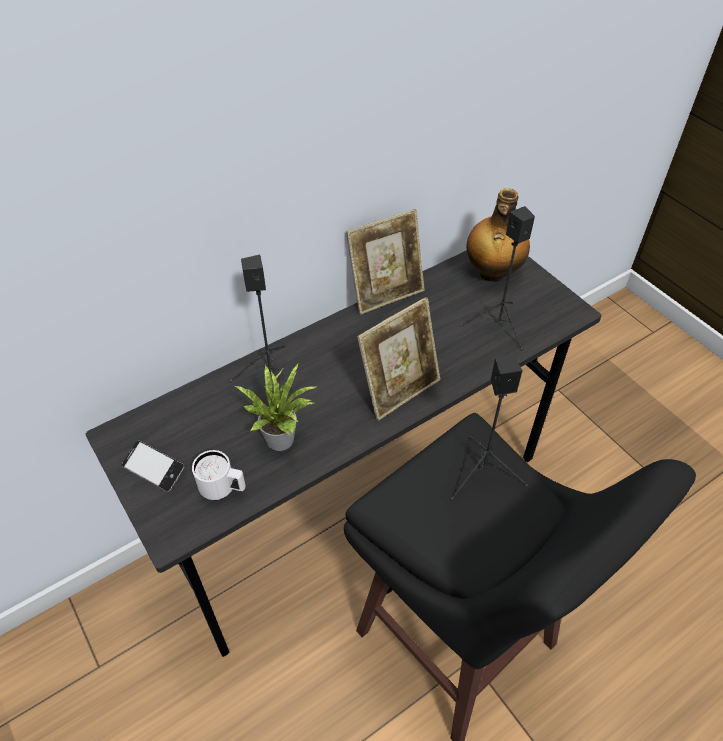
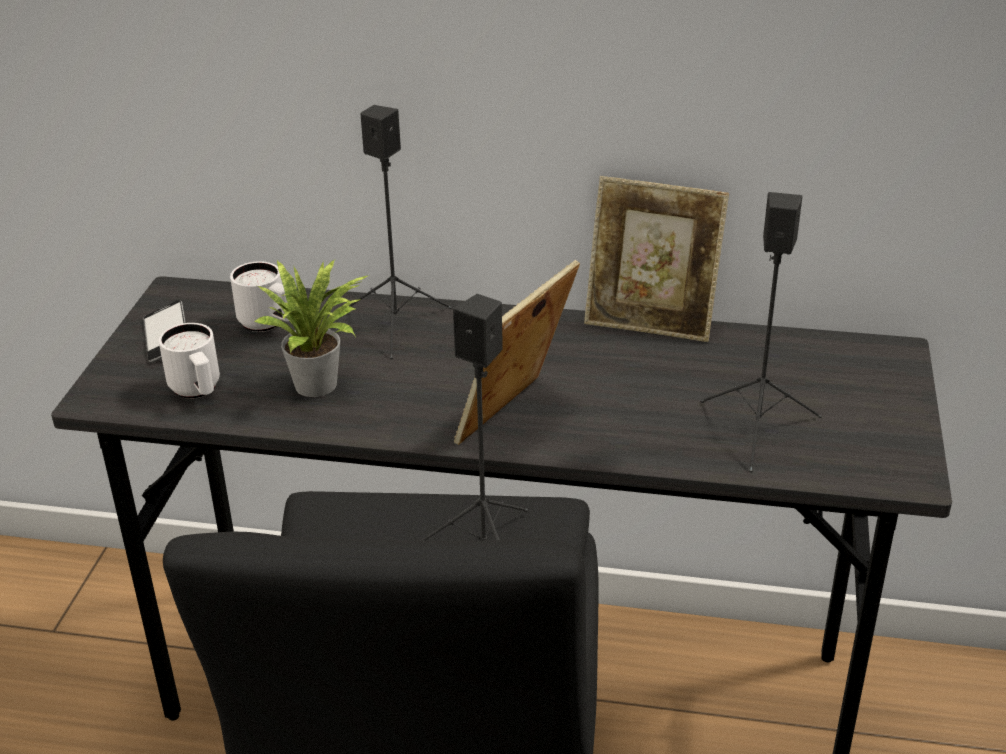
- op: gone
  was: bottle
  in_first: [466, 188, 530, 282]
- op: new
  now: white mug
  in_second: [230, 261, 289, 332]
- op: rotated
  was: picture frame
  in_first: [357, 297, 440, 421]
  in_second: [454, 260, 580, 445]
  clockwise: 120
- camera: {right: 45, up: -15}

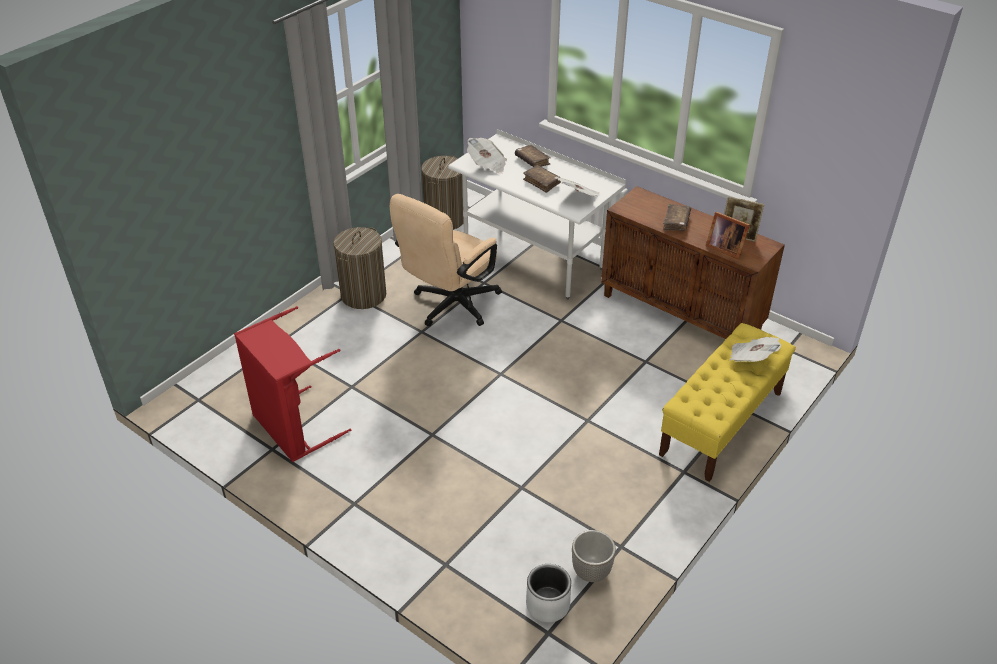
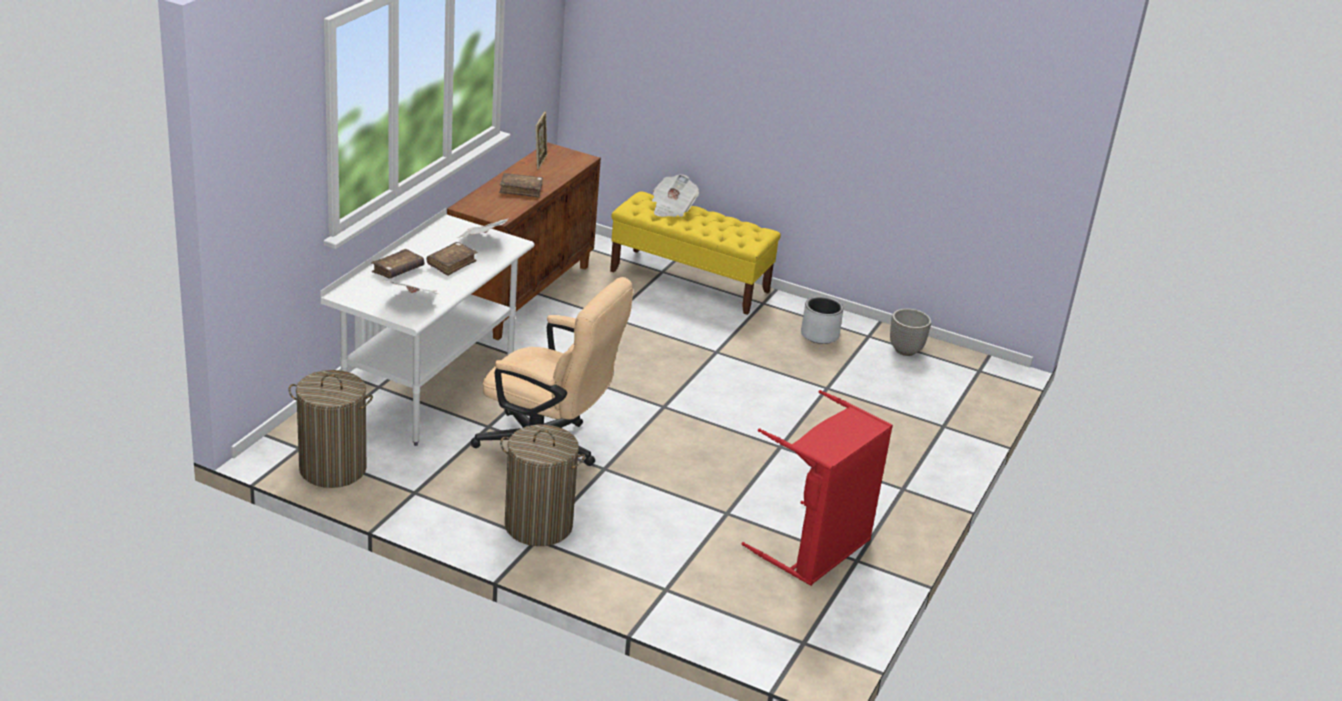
- op: gone
  was: picture frame
  in_first: [706, 212, 750, 259]
- op: shifted
  was: grey planter
  in_first: [526, 564, 571, 622]
  in_second: [801, 296, 844, 344]
- camera: {right: -105, up: -10}

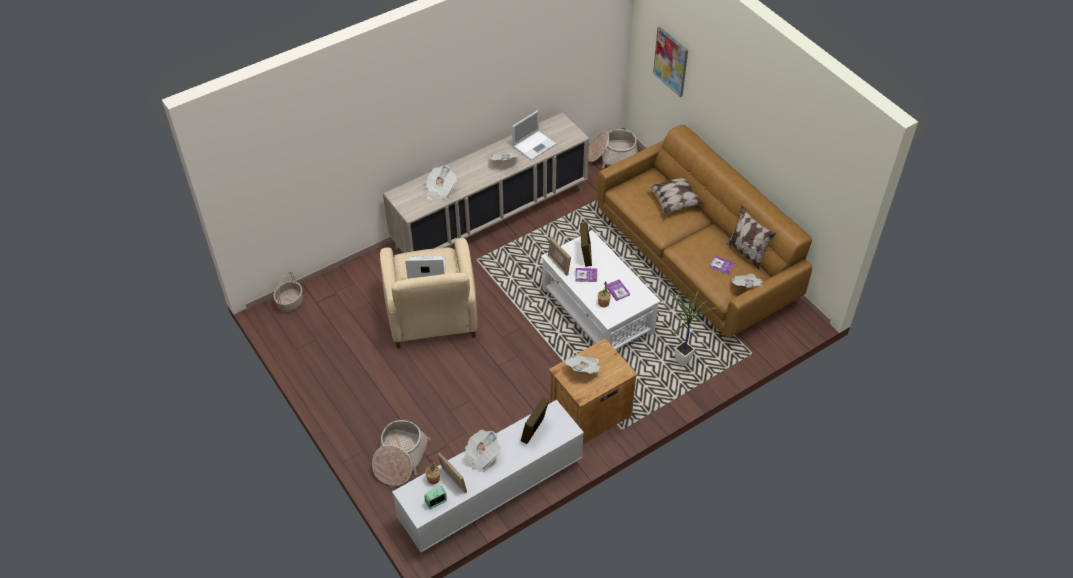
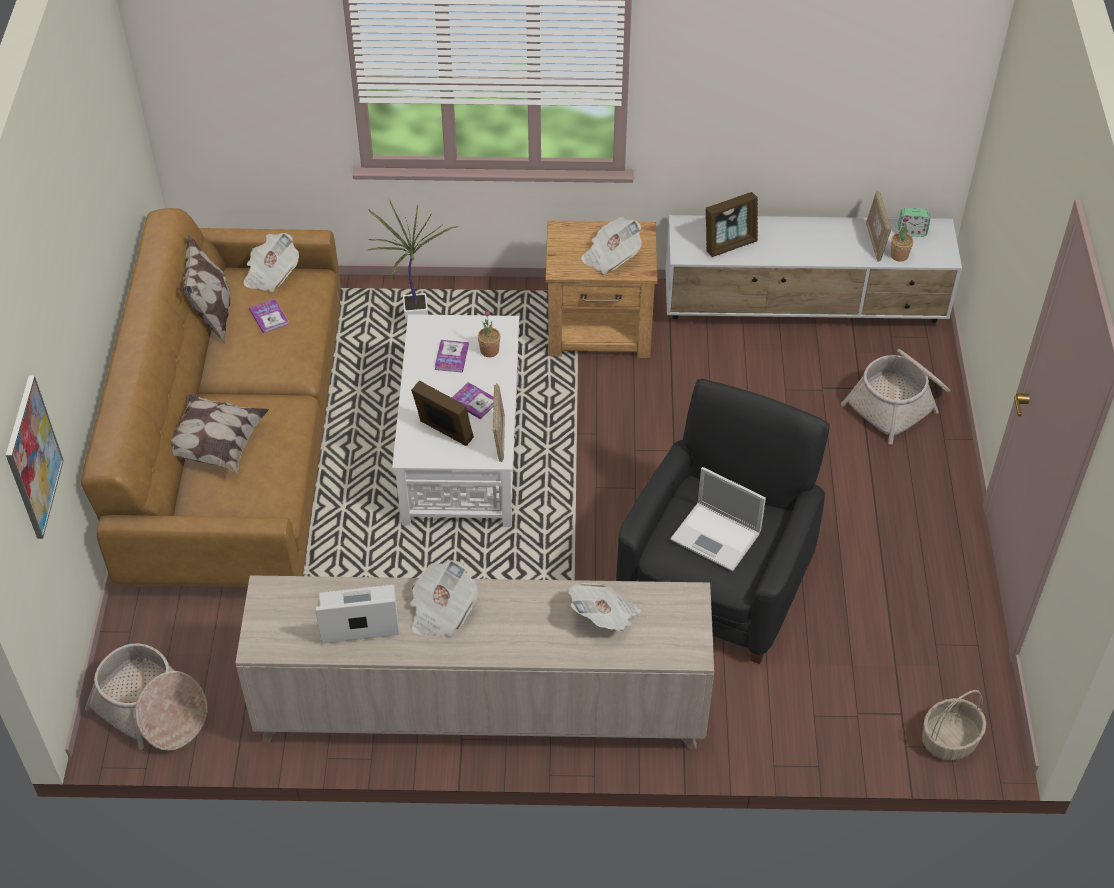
- op: gone
  was: newspaper
  in_first: [461, 430, 500, 472]
- op: repainted
  was: beige armchair
  now: black armchair
  in_first: [380, 238, 478, 348]
  in_second: [616, 379, 830, 664]
- op: rotated
  was: picture frame
  in_first: [580, 222, 592, 267]
  in_second: [411, 381, 474, 446]
  clockwise: 90
- camera: {right: -145, up: 0}

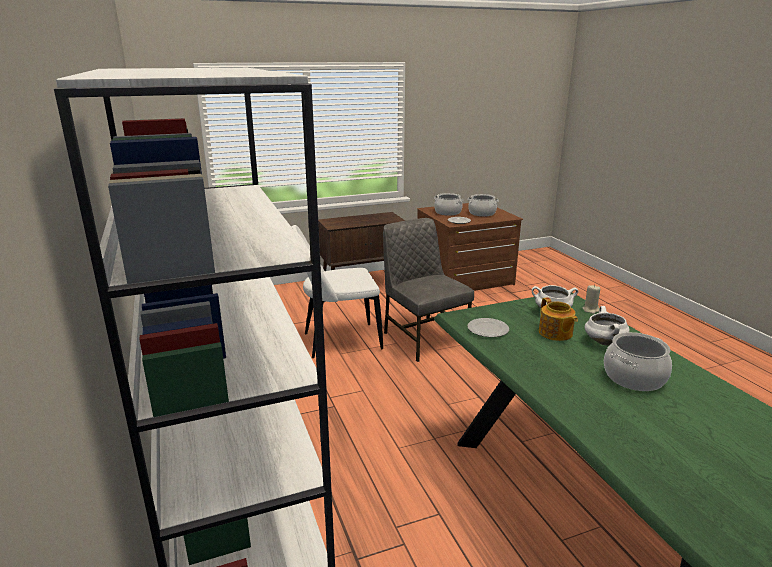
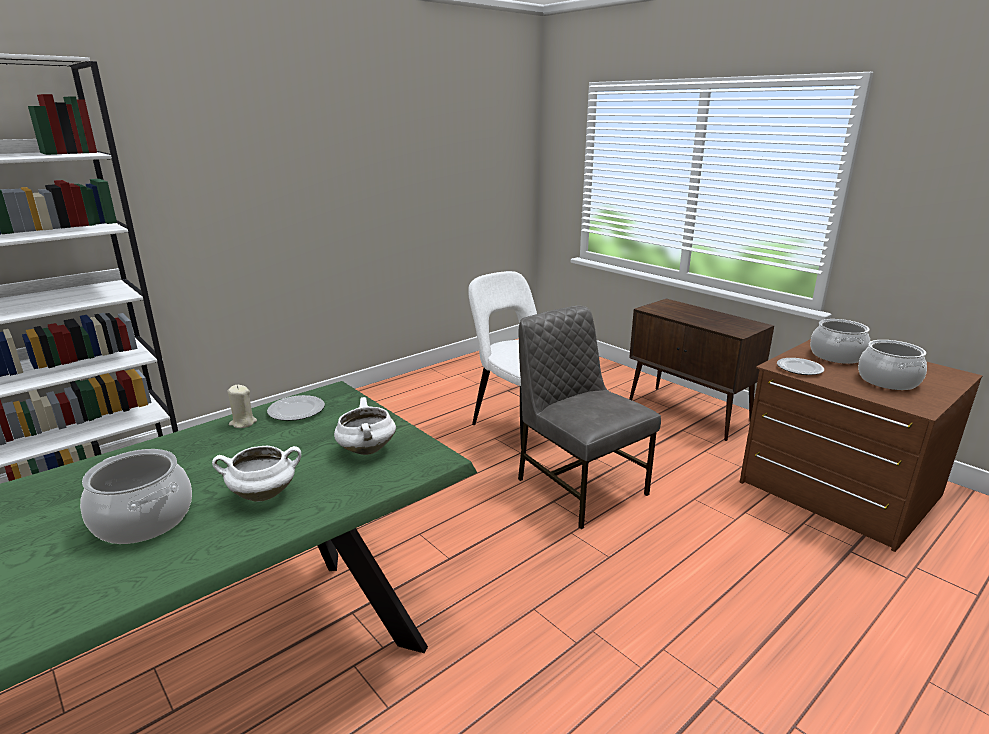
- op: gone
  was: teapot
  in_first: [539, 297, 578, 341]
- op: shifted
  was: beige candle
  in_first: [582, 285, 600, 314]
  in_second: [228, 385, 257, 428]
- op: rotated
  was: grey chair
  in_first: [383, 218, 474, 362]
  in_second: [518, 306, 661, 529]
  clockwise: -75
- camera: {right: 70, up: 0}

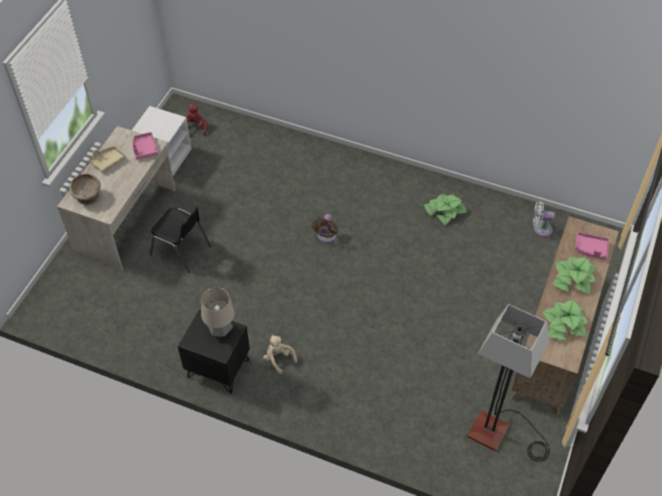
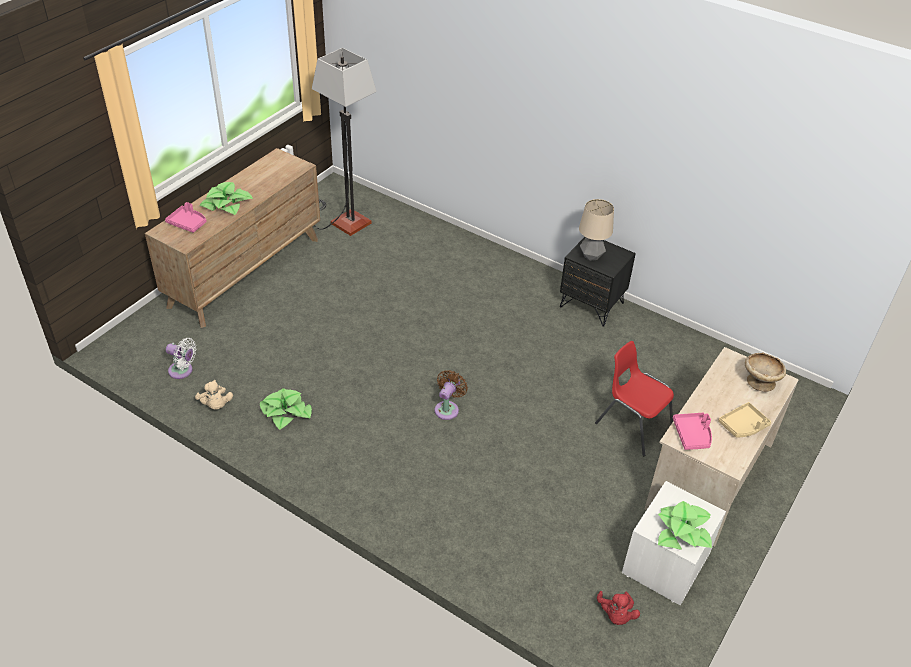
- op: shifted
  was: beige plush toy
  in_first: [263, 335, 297, 374]
  in_second: [195, 380, 233, 410]
- op: shifted
  was: potted plant
  in_first: [542, 300, 588, 340]
  in_second: [658, 501, 712, 550]
- op: repainted
  was: black chair
  now: red chair
  in_first: [150, 207, 211, 273]
  in_second: [595, 341, 674, 456]
- camera: {right: -170, up: -10}

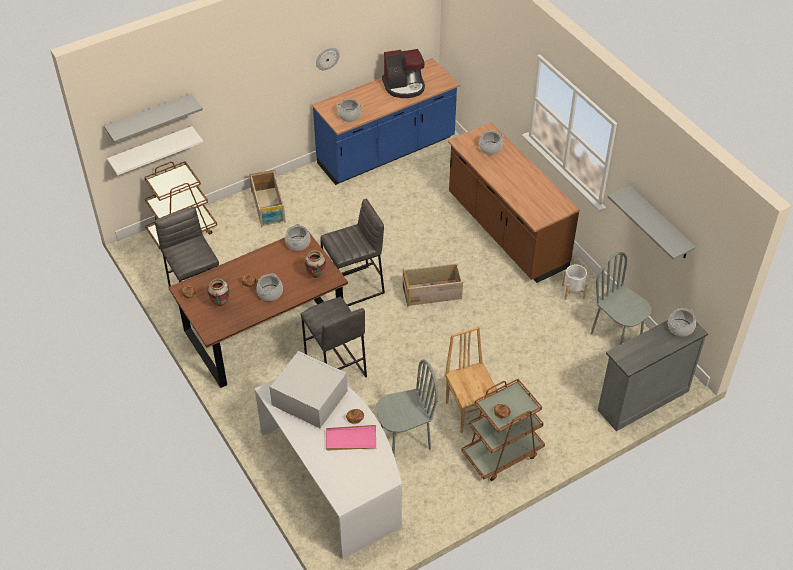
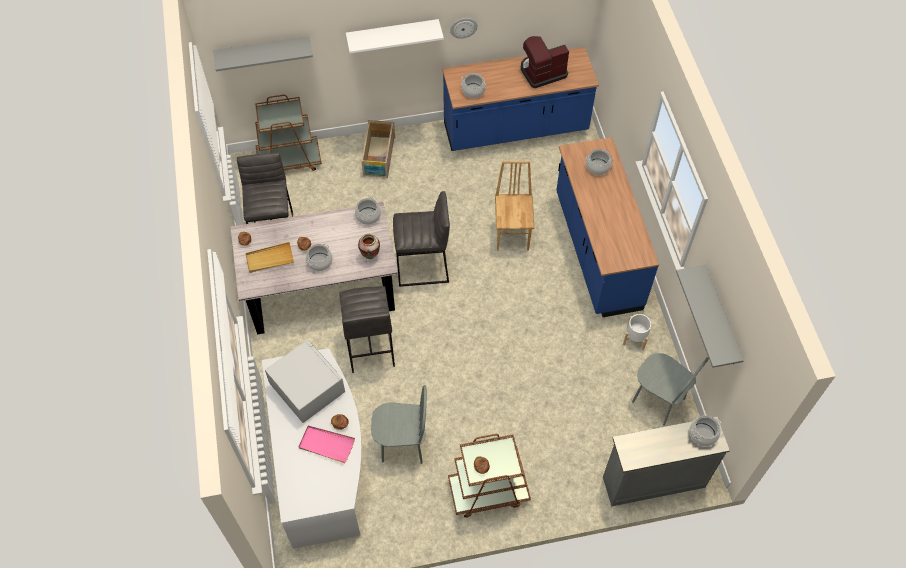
- op: gone
  was: crate
  in_first: [403, 263, 463, 307]
- op: shifted
  was: white shelf
  in_first: [107, 126, 203, 175]
  in_second: [346, 19, 444, 53]
- op: shifted
  was: brown chair
  in_first: [444, 327, 497, 433]
  in_second: [495, 161, 534, 251]
- op: swapped
  was: vase
  now: beige tray
  in_first: [207, 279, 229, 306]
  in_second: [246, 242, 294, 273]
- op: repainted
  was: brown dining table
  now: grey dining table
  in_first: [168, 231, 348, 388]
  in_second: [231, 202, 398, 335]
- op: repainted
  was: brown counter
  now: blue counter
  in_first: [448, 122, 580, 283]
  in_second: [556, 137, 659, 317]
- op: rotated
  was: coffee machine
  in_first: [382, 49, 425, 98]
  in_second: [521, 36, 569, 88]
  clockwise: 150
- op: rotated
  was: grey chair
  in_first: [591, 252, 652, 345]
  in_second: [632, 353, 709, 426]
  clockwise: 150
- camera: {right: 20, up: 10}

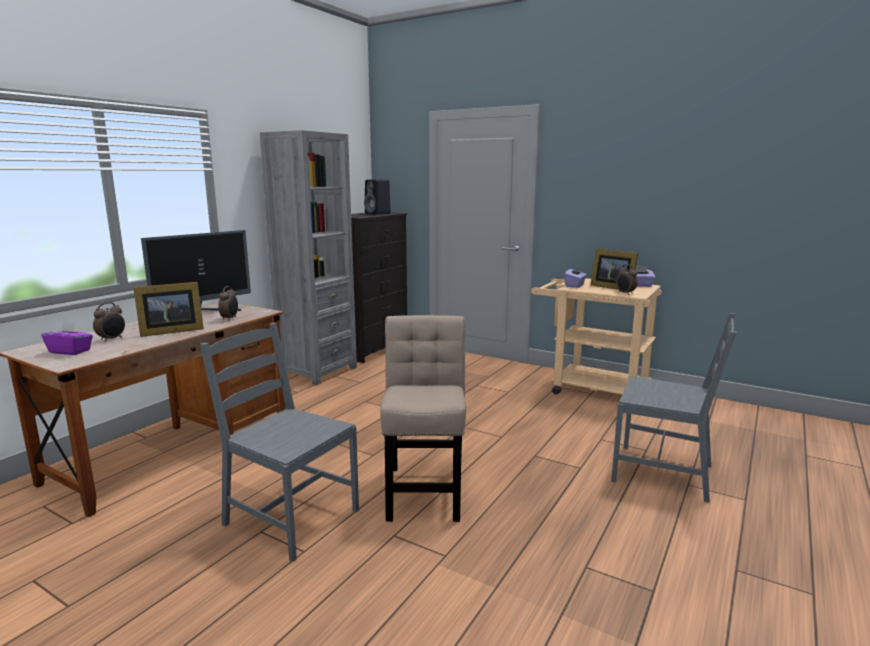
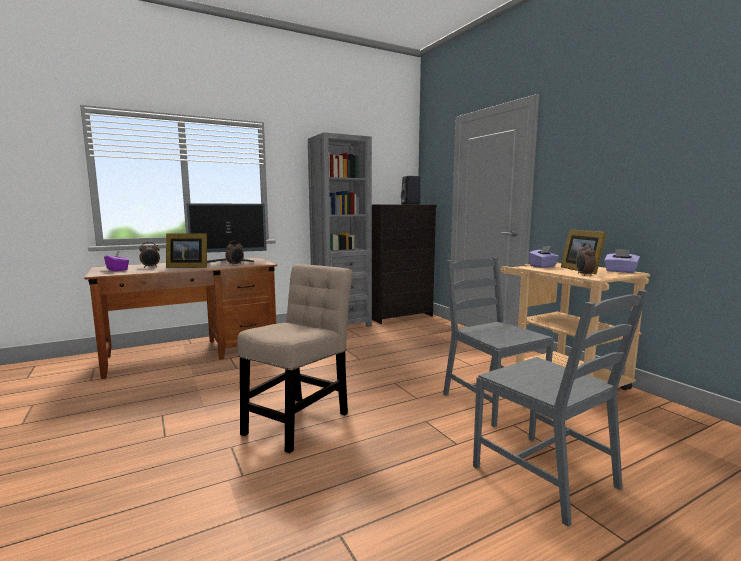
- op: shifted
  was: grey chair
  in_first: [200, 323, 359, 562]
  in_second: [443, 257, 554, 427]
- camera: {right: 30, up: -5}

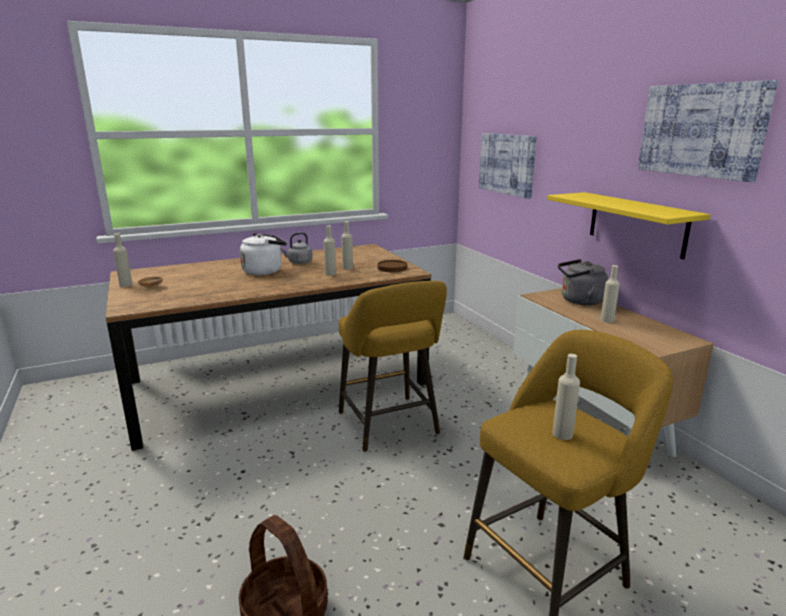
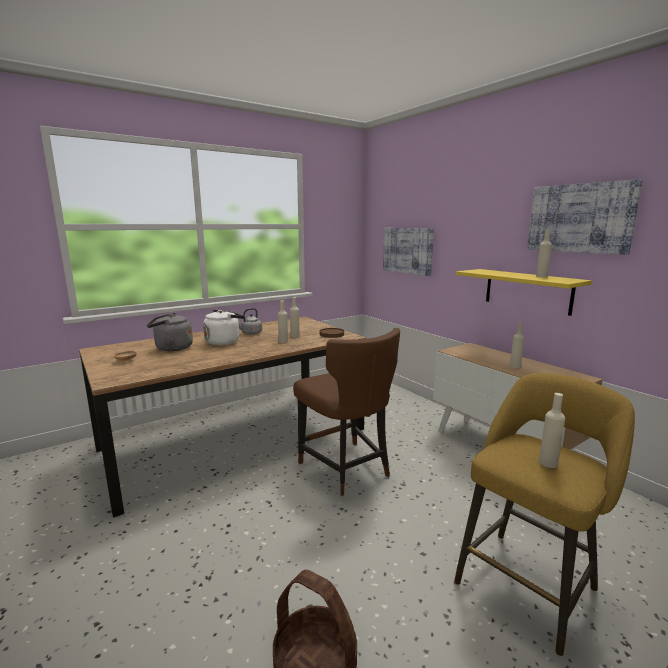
- op: shifted
  was: beige bottle
  in_first: [113, 233, 133, 287]
  in_second: [536, 230, 552, 277]
- op: shifted
  was: grey kettle
  in_first: [558, 259, 608, 305]
  in_second: [147, 313, 193, 351]
- op: swapped
  was: yellow stool
  now: brown chair
  in_first: [339, 281, 447, 452]
  in_second: [293, 328, 400, 496]
- camera: {right: -10, up: -5}

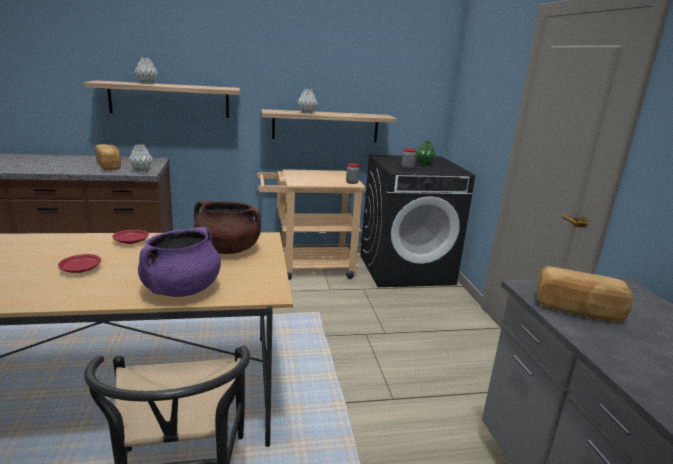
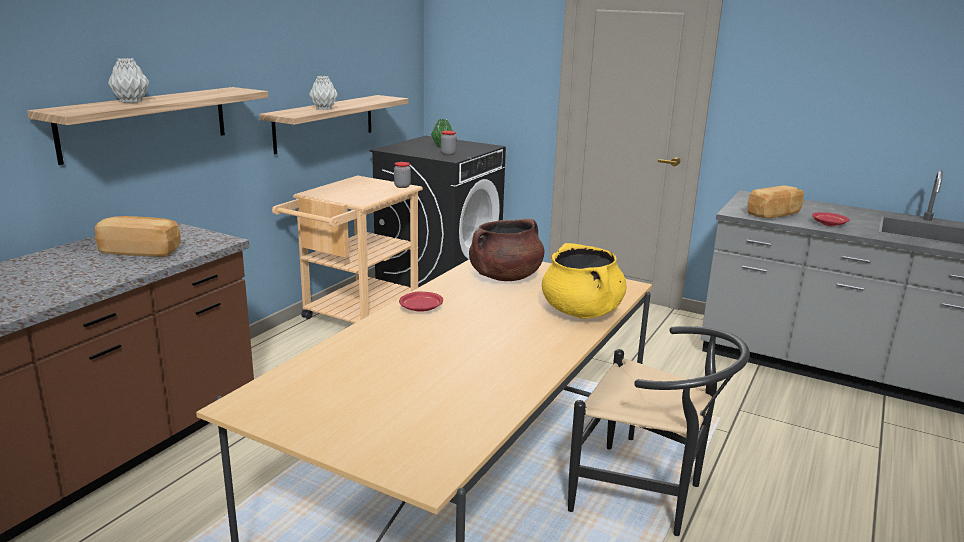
- op: gone
  was: grey vase
  in_first: [129, 144, 153, 172]
- op: shifted
  was: red plate
  in_first: [58, 254, 101, 273]
  in_second: [812, 212, 850, 226]
- op: repainted
  was: purple cooking pot
  now: yellow cooking pot
  in_first: [138, 227, 221, 297]
  in_second: [542, 243, 627, 319]
- camera: {right: -50, up: 0}

